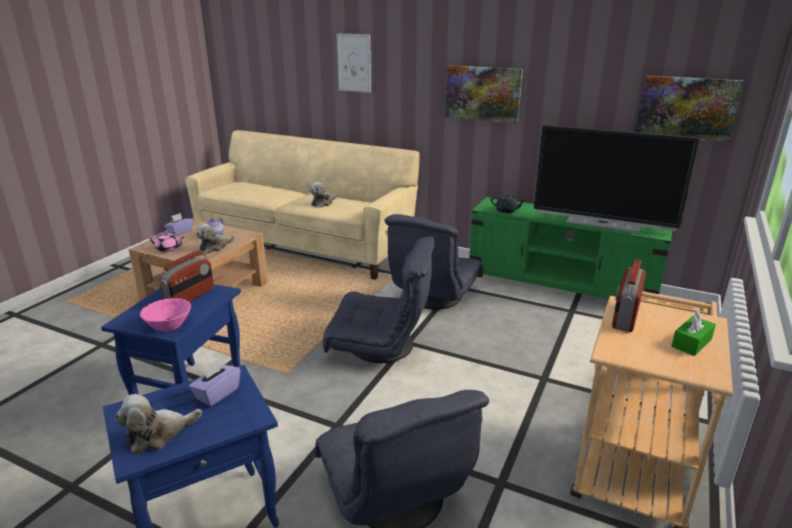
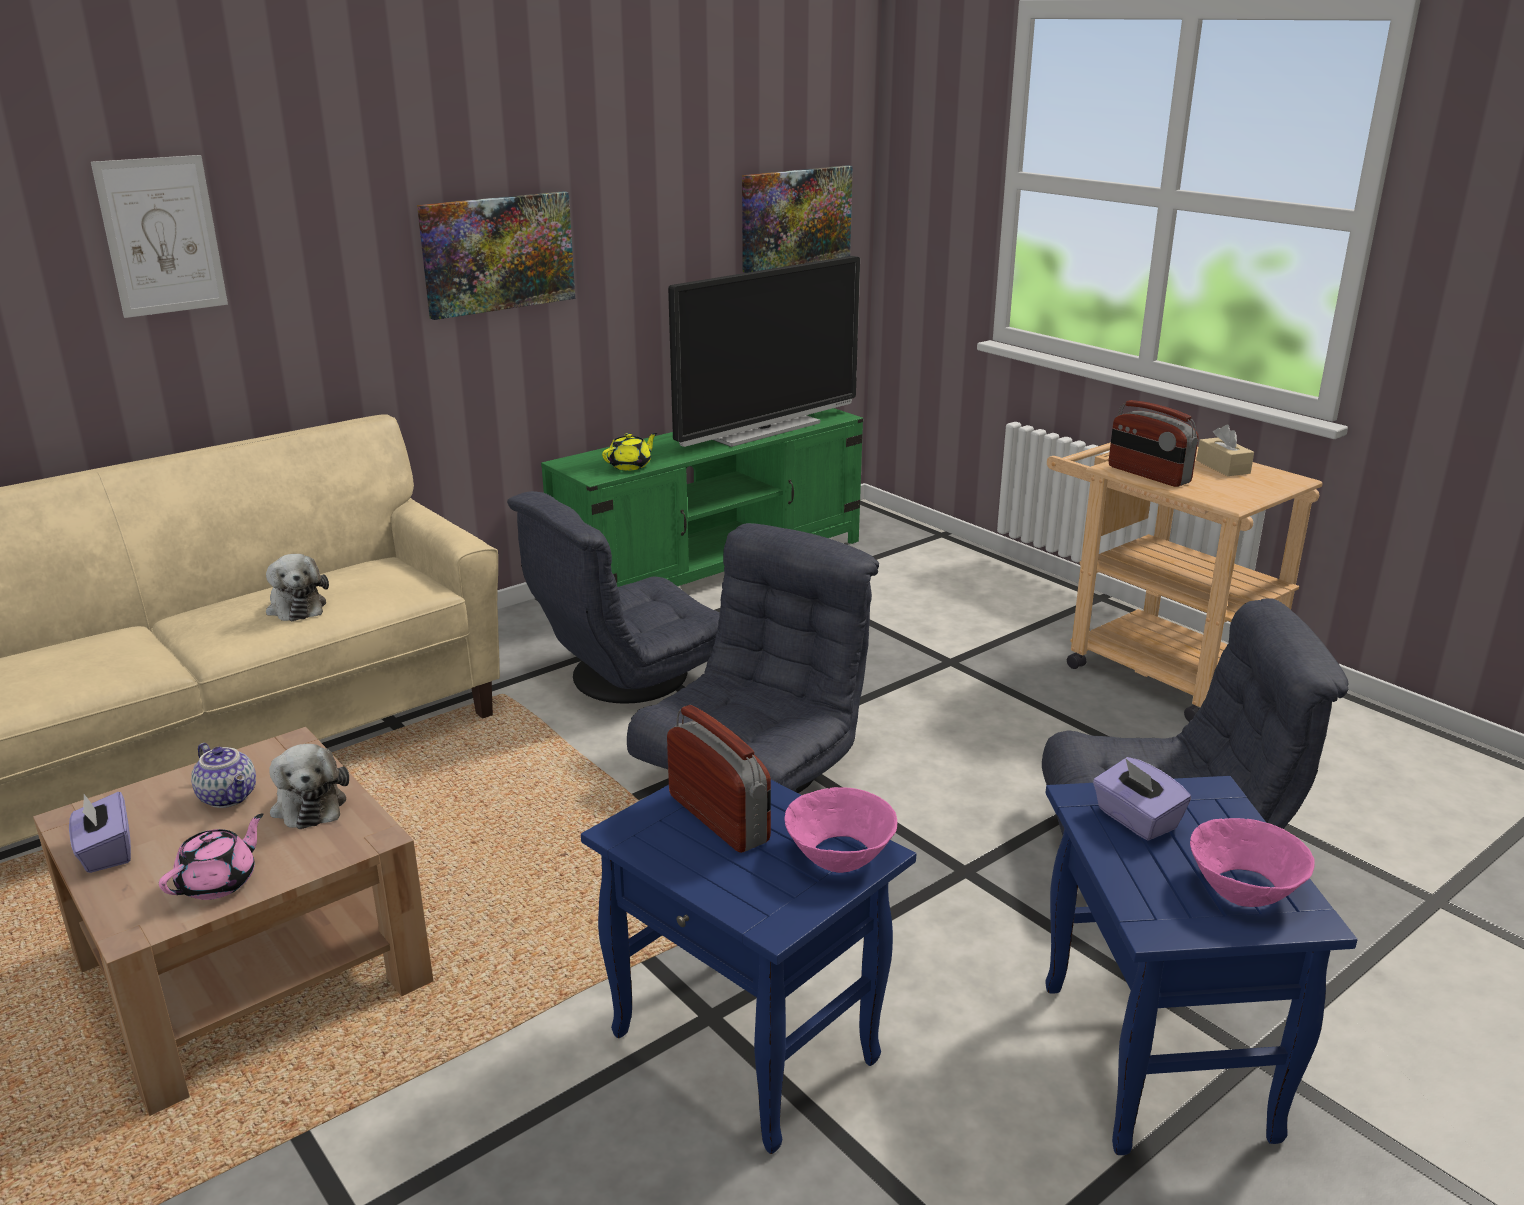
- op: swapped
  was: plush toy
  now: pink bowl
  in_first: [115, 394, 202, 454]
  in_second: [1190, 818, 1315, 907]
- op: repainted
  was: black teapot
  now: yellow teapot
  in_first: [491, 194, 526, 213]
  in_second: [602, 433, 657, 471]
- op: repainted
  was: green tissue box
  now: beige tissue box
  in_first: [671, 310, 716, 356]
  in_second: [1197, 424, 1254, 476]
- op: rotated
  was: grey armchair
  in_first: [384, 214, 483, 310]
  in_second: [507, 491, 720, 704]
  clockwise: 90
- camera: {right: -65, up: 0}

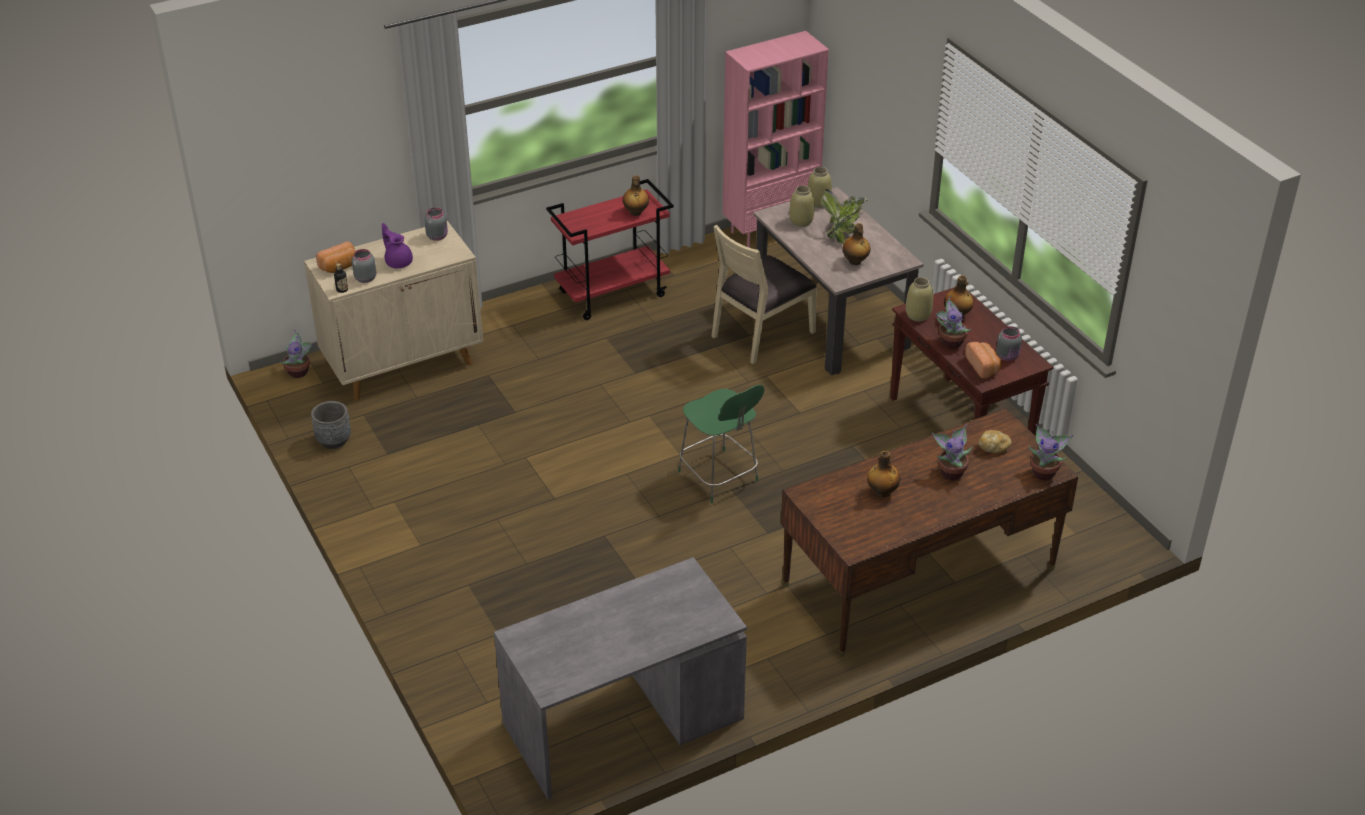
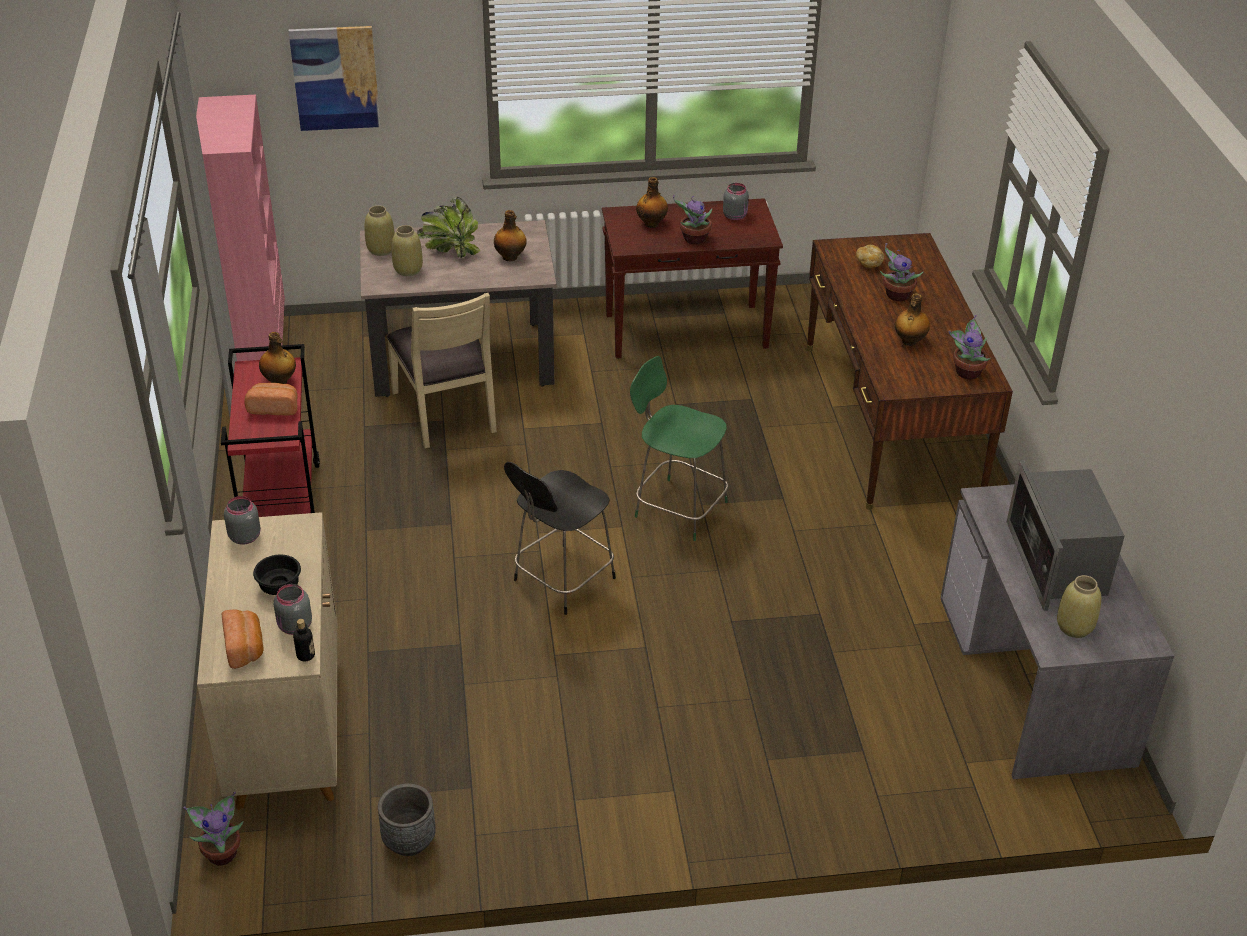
- op: new
  now: picture
  in_second: [288, 26, 381, 131]
- op: new
  now: black chair
  in_second: [504, 462, 616, 615]
- op: new
  now: microwave
  in_second: [1007, 460, 1124, 611]
- op: shifted
  was: beige vase
  in_first: [906, 277, 933, 321]
  in_second: [1057, 575, 1101, 638]
- op: shifted
  was: bread
  in_first: [965, 342, 1001, 379]
  in_second: [244, 383, 298, 416]
- op: shifted
  was: potted plant
  in_first: [1028, 424, 1074, 480]
  in_second: [948, 315, 991, 380]
- op: swapped
  was: purple teapot
  now: black bowl
  in_first: [382, 223, 413, 268]
  in_second: [253, 555, 301, 595]
- op: rotated
  was: green chair
  in_first: [678, 385, 764, 503]
  in_second: [630, 356, 729, 541]
  clockwise: -135
- camera: {right: -70, up: 0}

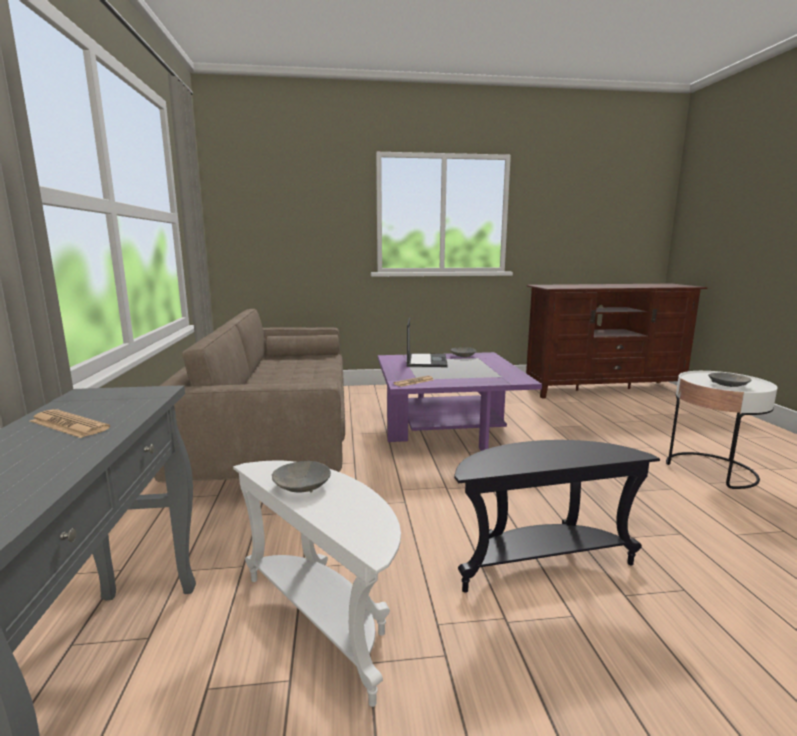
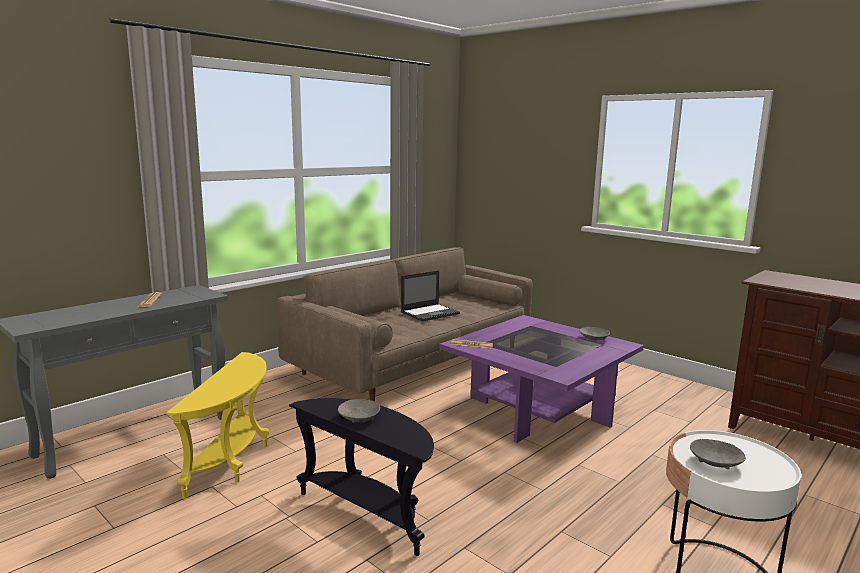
- op: shifted
  was: grey bowl
  in_first: [272, 461, 331, 493]
  in_second: [338, 399, 380, 423]
- op: shifted
  was: laptop
  in_first: [407, 318, 448, 367]
  in_second: [401, 271, 460, 322]
- op: repainted
  was: white side table
  now: yellow side table
  in_first: [233, 461, 401, 707]
  in_second: [166, 352, 269, 499]
- camera: {right: 50, up: 0}

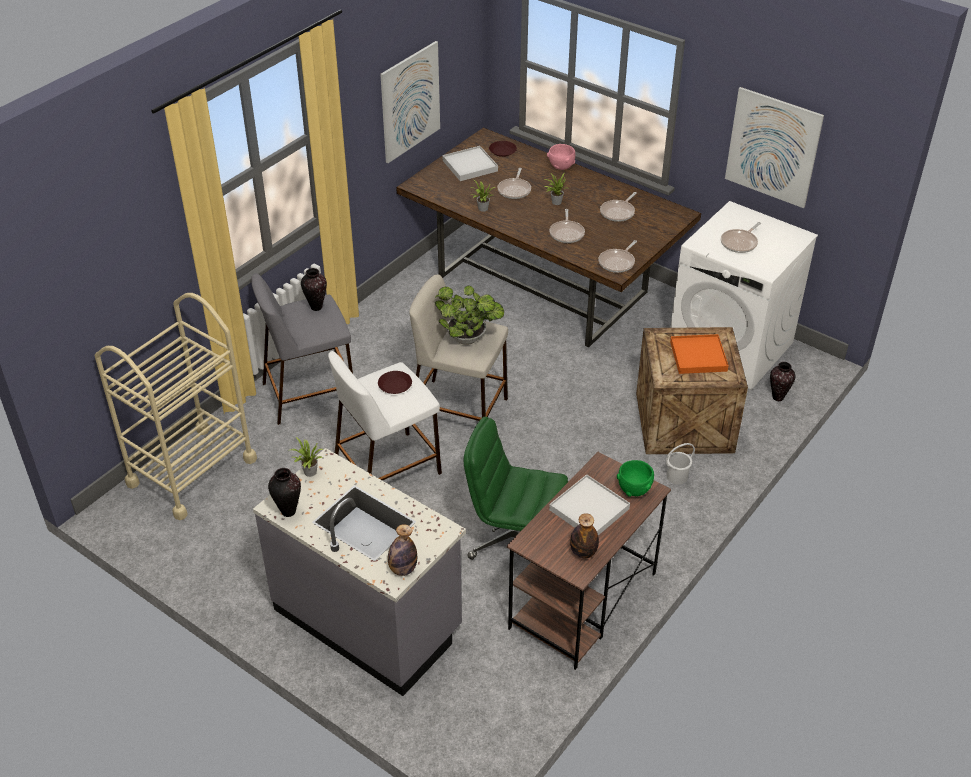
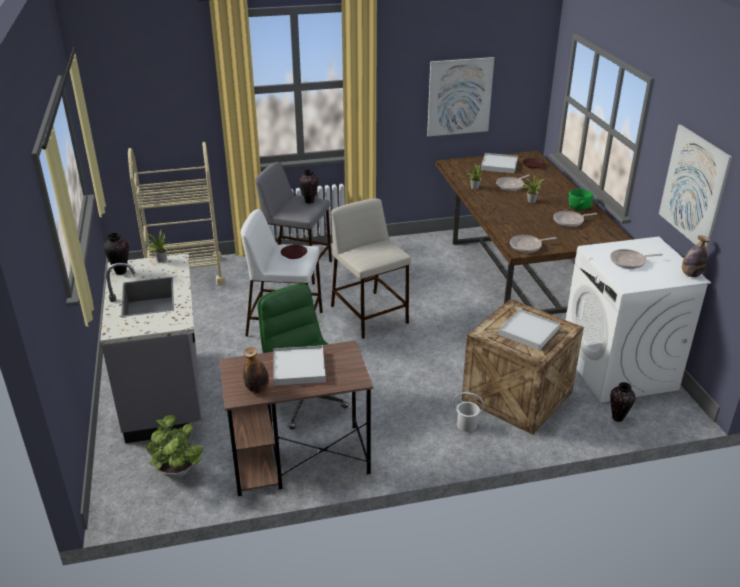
- op: gone
  was: pink bowl
  in_first: [547, 144, 575, 170]
- op: gone
  was: frying pan
  in_first: [549, 209, 585, 243]
- op: shifted
  was: bottle
  in_first: [388, 524, 417, 576]
  in_second: [682, 236, 710, 277]
- op: shifted
  was: potted plant
  in_first: [435, 285, 504, 345]
  in_second: [146, 415, 202, 478]
- op: shifted
  was: green bowl
  in_first: [617, 460, 654, 497]
  in_second: [568, 189, 593, 210]
- op: repainted
  was: orange tray
  now: white tray
  in_first: [670, 334, 729, 374]
  in_second: [498, 309, 560, 351]
- camera: {right: 40, up: -10}

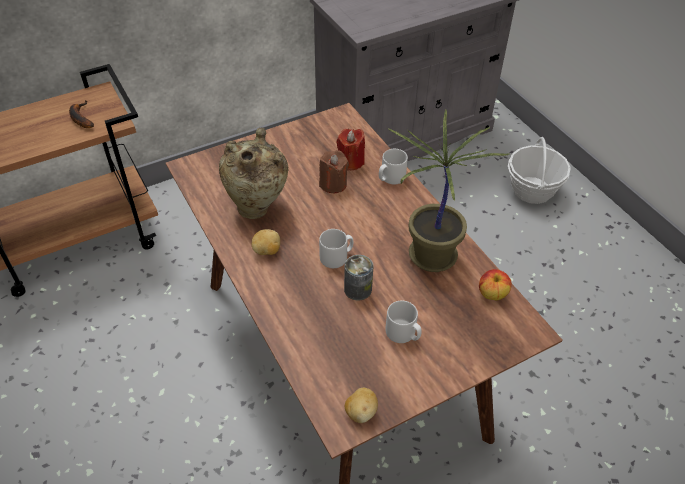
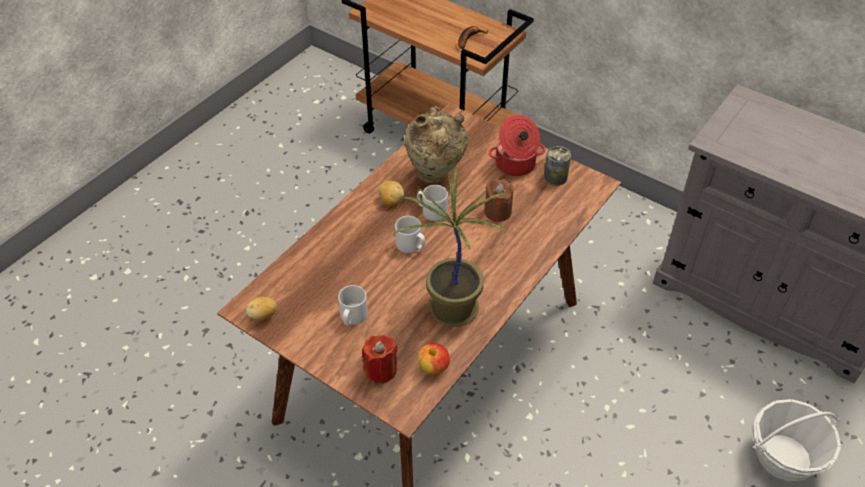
- op: new
  now: cooking pot
  in_second: [488, 115, 545, 176]
- op: shifted
  was: red candle
  in_first: [336, 129, 365, 170]
  in_second: [362, 335, 397, 384]
- op: shifted
  was: can
  in_first: [344, 255, 373, 300]
  in_second: [544, 146, 571, 186]
- op: shifted
  was: grey mug
  in_first: [379, 149, 408, 184]
  in_second: [417, 185, 448, 221]
- camera: {right: 65, up: 0}

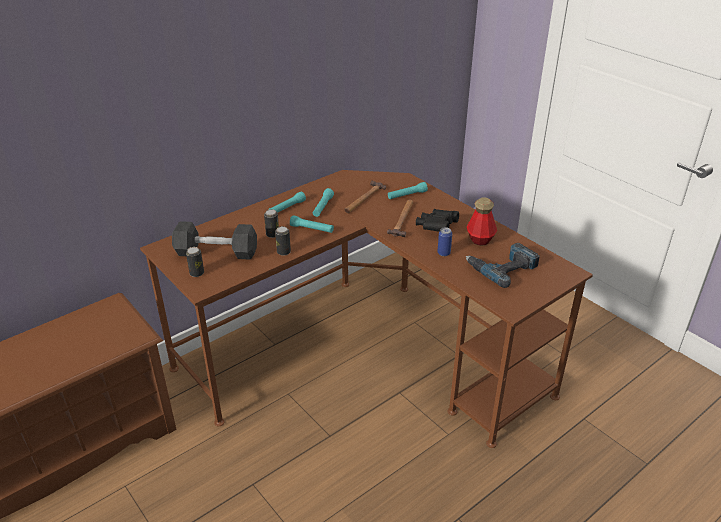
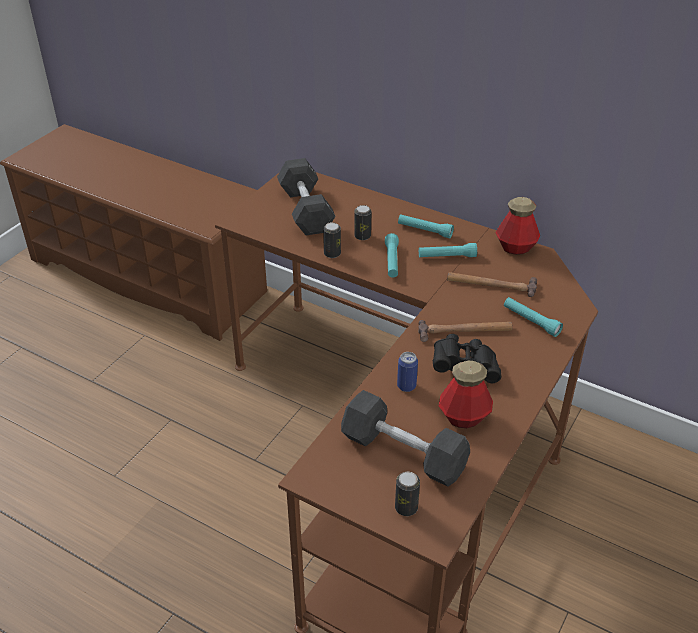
- op: new
  now: bottle
  in_second: [496, 197, 540, 255]
- op: shifted
  was: can
  in_first: [186, 247, 204, 277]
  in_second: [395, 472, 420, 516]
- op: swapped
  was: power drill
  now: black dumbbell
  in_first: [466, 243, 540, 288]
  in_second: [341, 390, 470, 487]
- camera: {right: 70, up: 5}

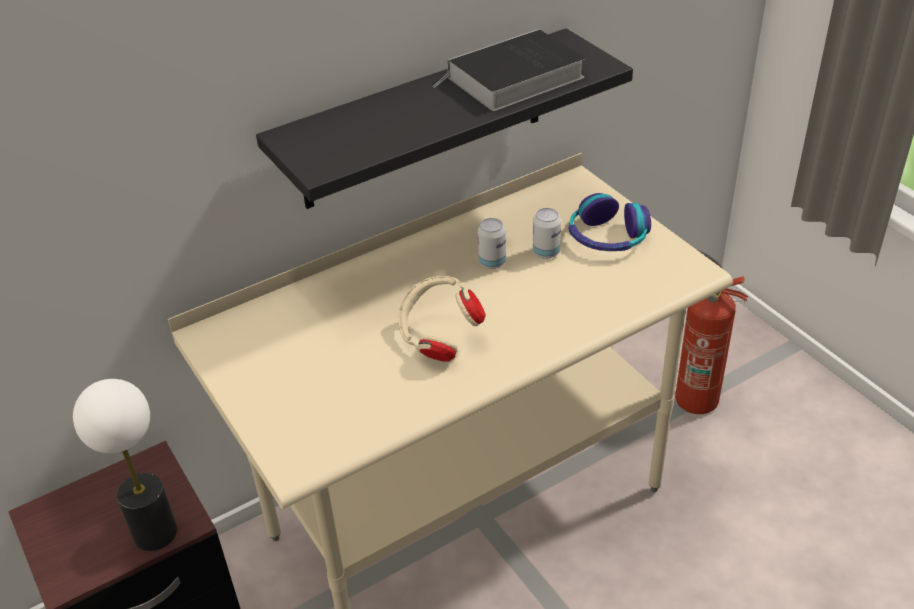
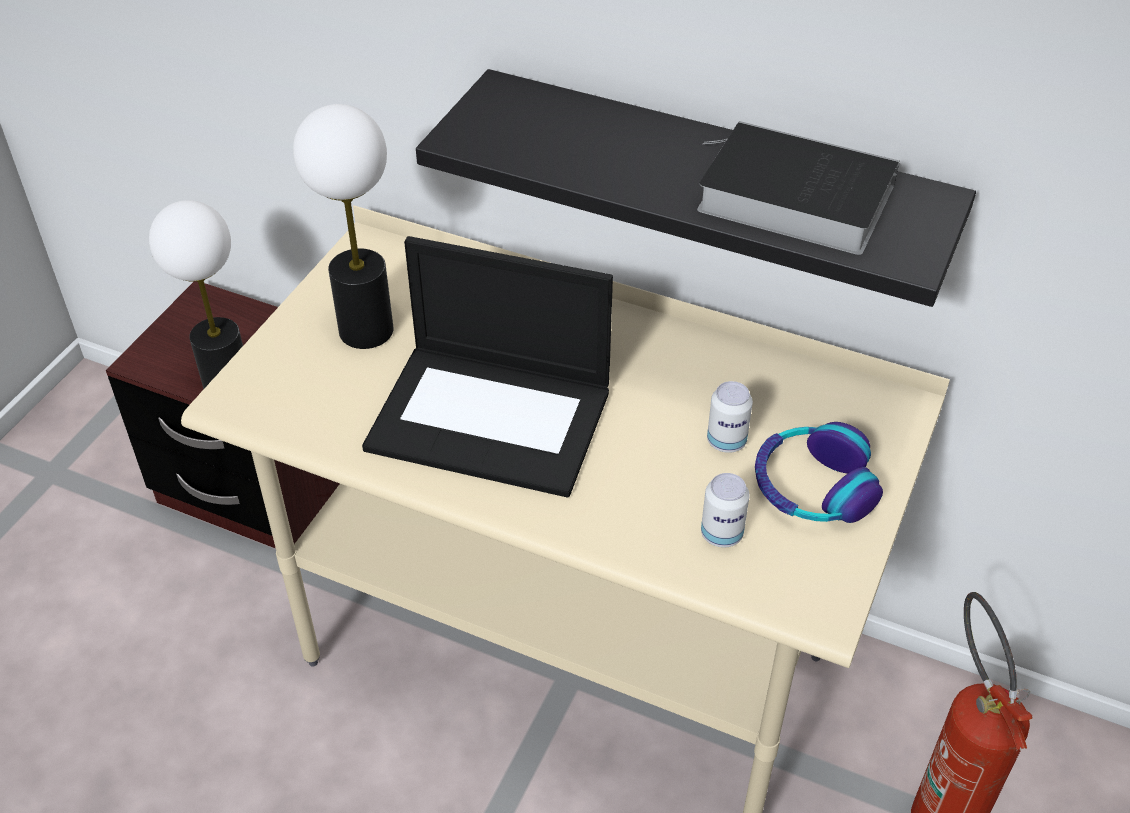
- op: new
  now: table lamp
  in_second: [293, 104, 393, 349]
- op: shifted
  was: can
  in_first: [478, 218, 506, 269]
  in_second: [701, 473, 749, 548]
- op: swapped
  was: beige headphones
  now: laptop
  in_first: [398, 276, 486, 362]
  in_second: [362, 236, 613, 498]
- camera: {right: 55, up: 5}

